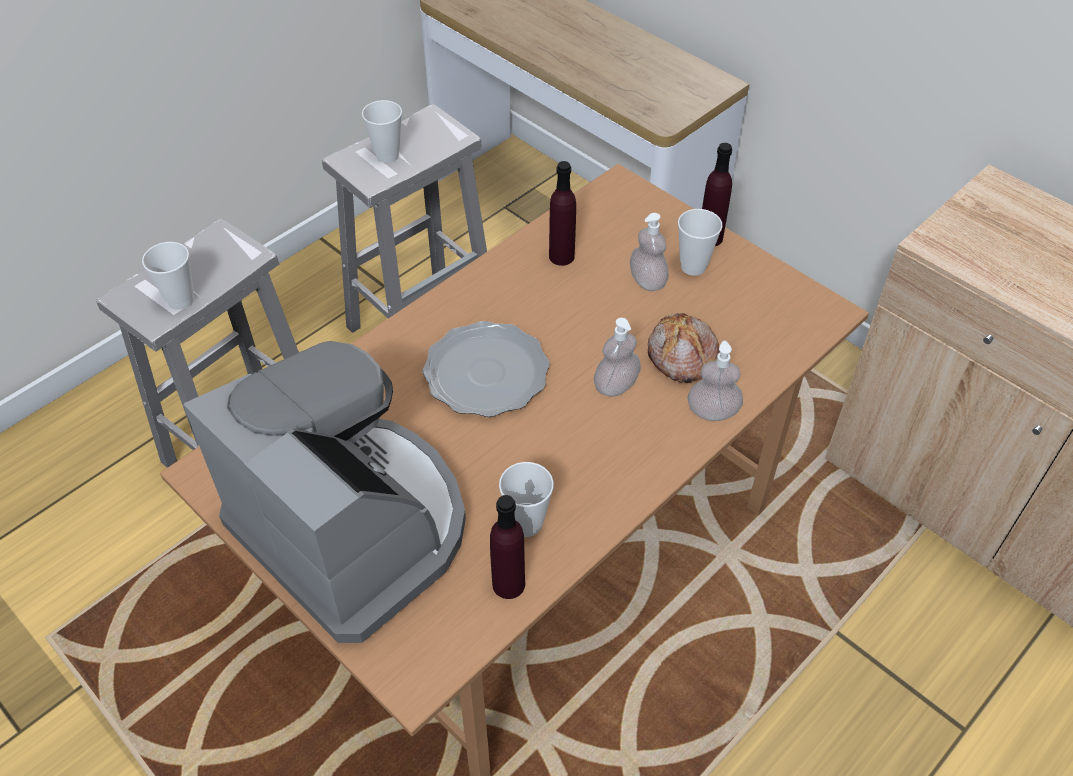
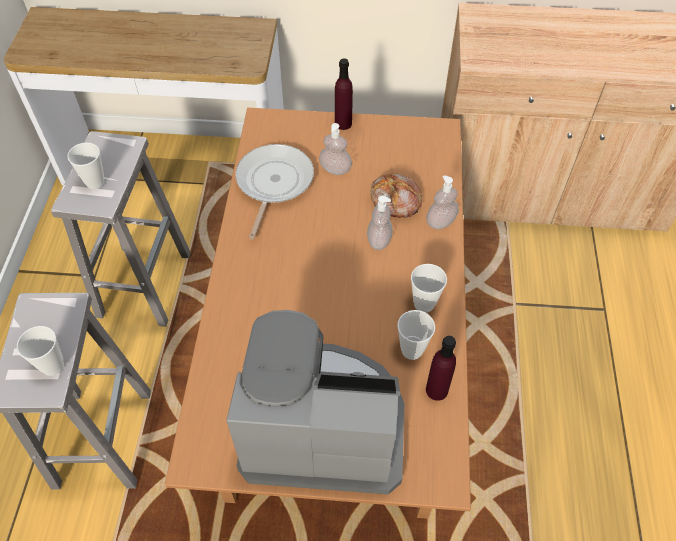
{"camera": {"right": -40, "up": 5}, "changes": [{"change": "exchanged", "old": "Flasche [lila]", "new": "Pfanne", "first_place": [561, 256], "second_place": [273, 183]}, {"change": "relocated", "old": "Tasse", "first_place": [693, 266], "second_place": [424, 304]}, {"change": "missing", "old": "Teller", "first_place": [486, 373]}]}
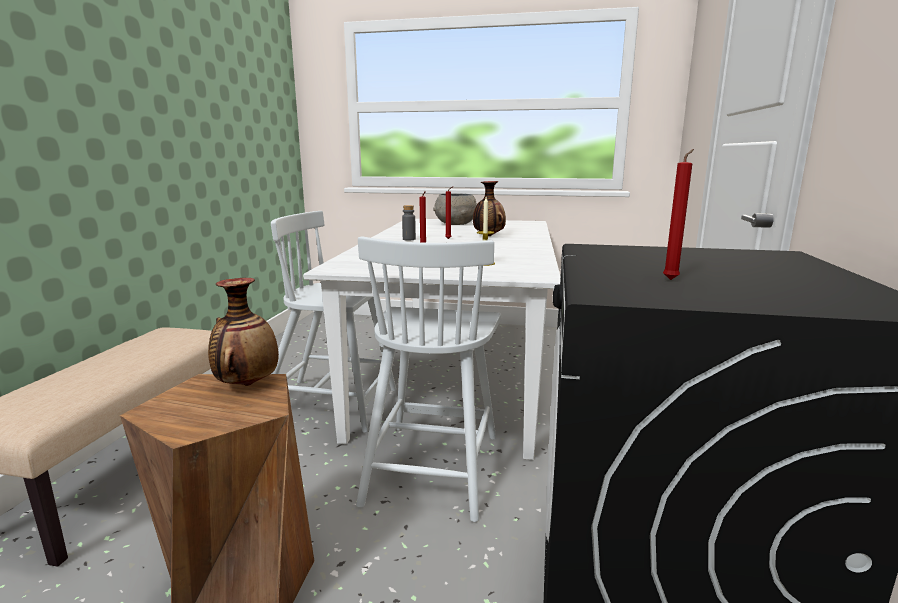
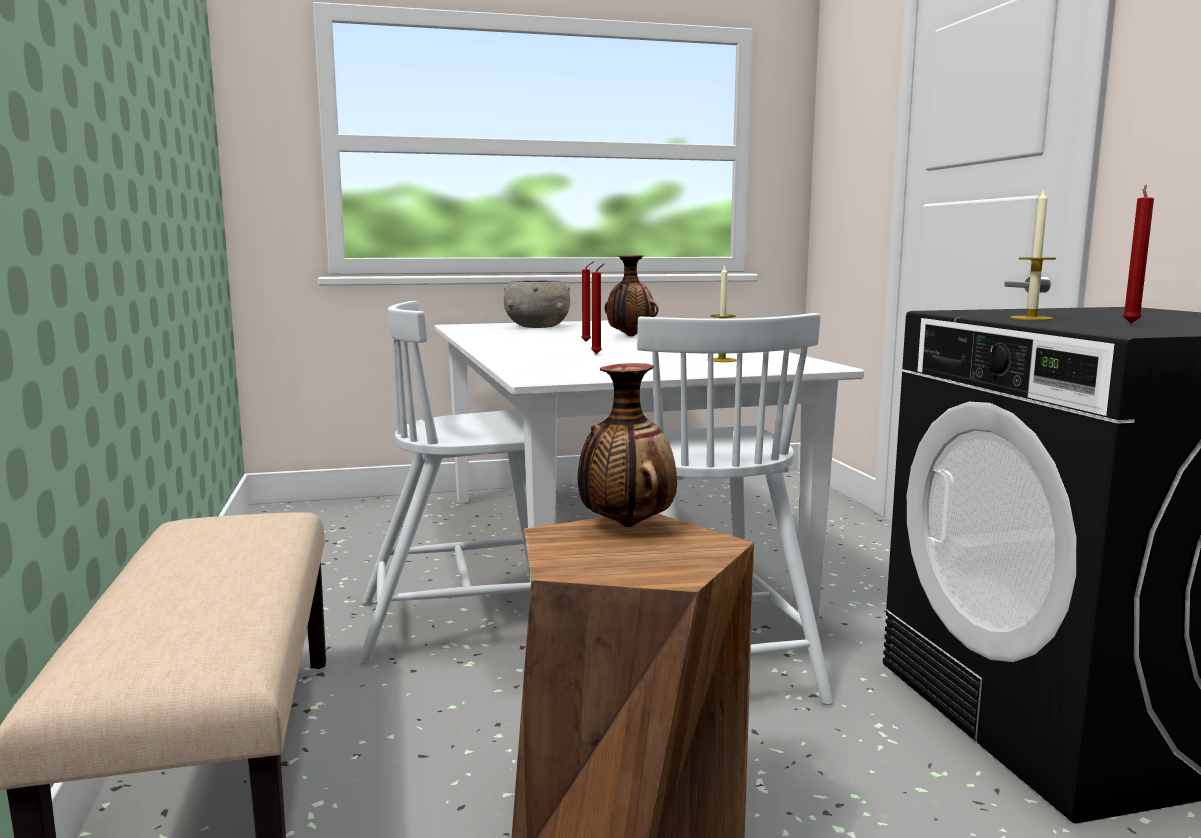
{"camera": {"right": -25, "up": -5}, "changes": [{"change": "missing", "old": "Flasche [grau]", "first_place": [409, 239]}, {"change": "appeared", "new": "Kerze", "second_place": [1031, 318]}]}
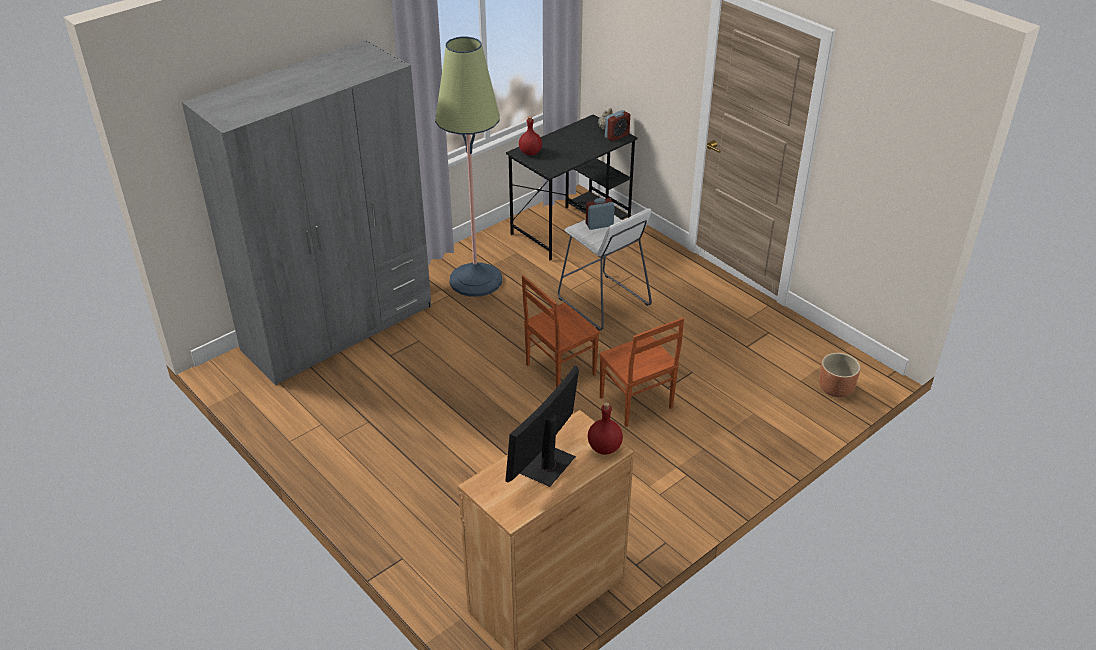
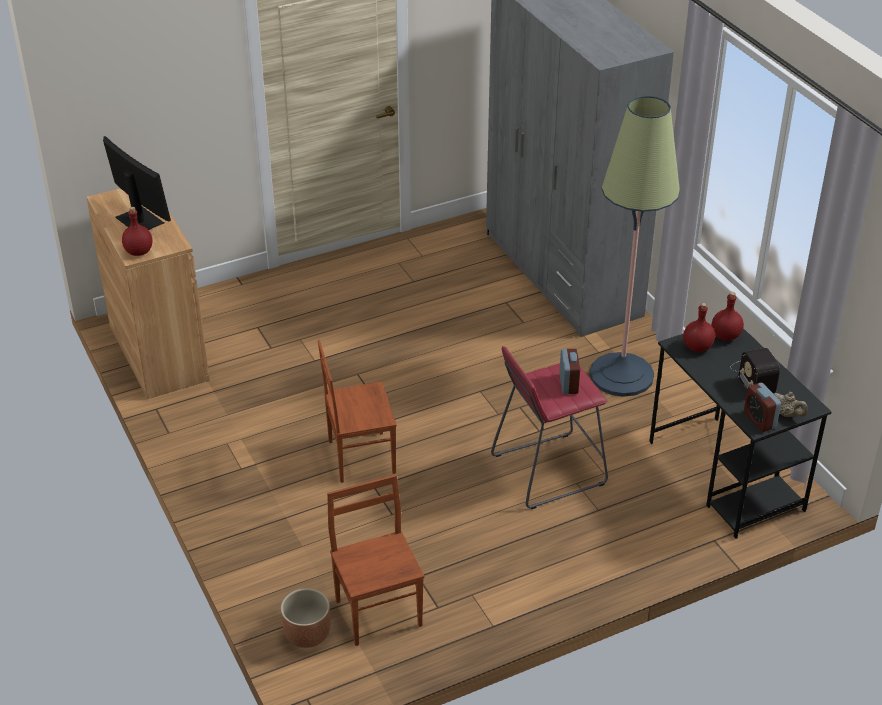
{"camera": {"right": 105, "up": 0}, "changes": [{"change": "colour", "old": "Hocker [weiß]", "new": "Hocker [rot]", "first_place": [603, 302], "second_place": [548, 470]}, {"change": "relocated", "old": "Stuhl [braun]", "first_place": [559, 369], "second_place": [379, 611]}, {"change": "appeared", "new": "Flasche [rot]", "second_place": [698, 347]}, {"change": "appeared", "new": "Radio", "second_place": [753, 377]}]}
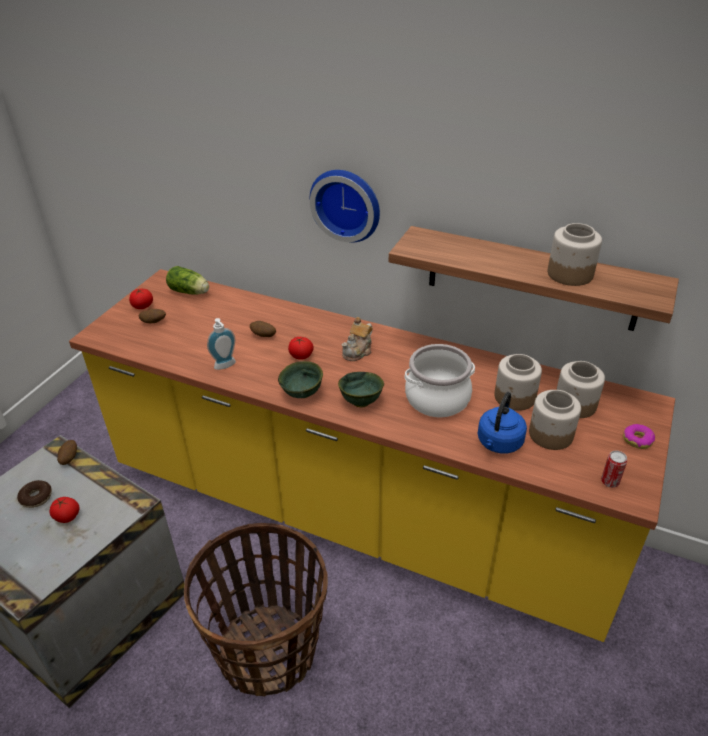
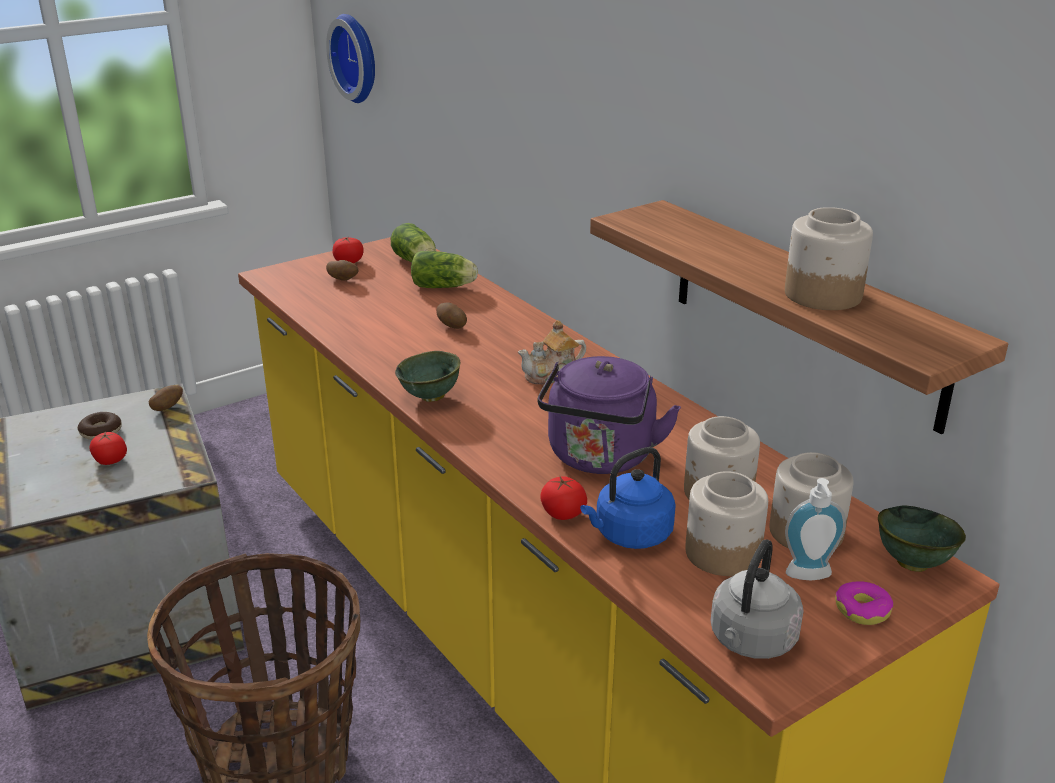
{"camera": {"right": 30, "up": -10}, "changes": [{"change": "relocated", "old": "Wanduhr", "first_place": [347, 204], "second_place": [358, 58]}, {"change": "relocated", "old": "Seifenspender", "first_place": [226, 366], "second_place": [809, 577]}, {"change": "relocated", "old": "Tomate", "first_place": [301, 356], "second_place": [562, 514]}, {"change": "exchanged", "old": "Kochtopf", "new": "Wasserkessel [lila]", "first_place": [437, 399], "second_place": [600, 458]}, {"change": "relocated", "old": "Schüssel [grün]", "first_place": [360, 402], "second_place": [911, 562]}, {"change": "exchanged", "old": "Dose", "new": "Wasserkessel [grau]", "first_place": [609, 482], "second_place": [751, 641]}, {"change": "appeared", "new": "Salatkopf", "second_place": [445, 287]}]}
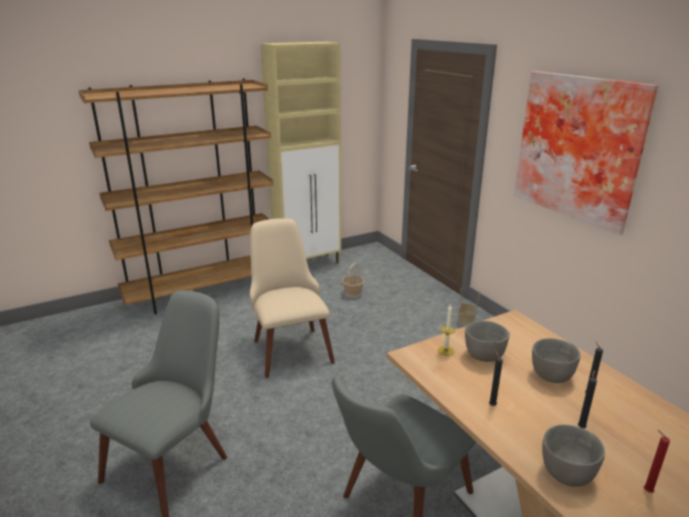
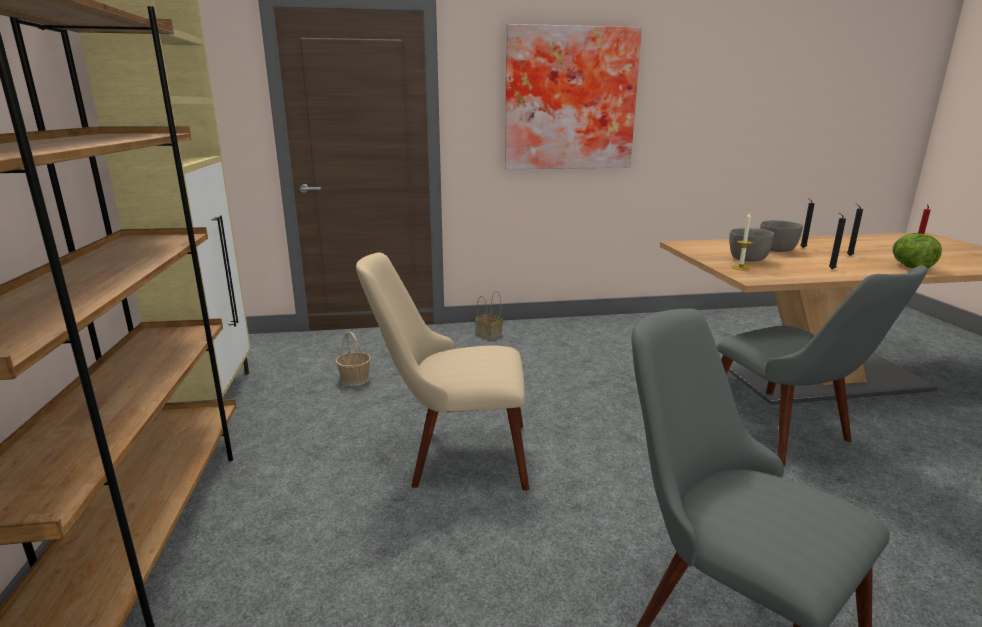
{"camera": {"right": -70, "up": -5}, "changes": [{"change": "exchanged", "old": "Schüssel [grau]", "new": "Salatkopf", "first_place": [566, 473], "second_place": [910, 267]}]}
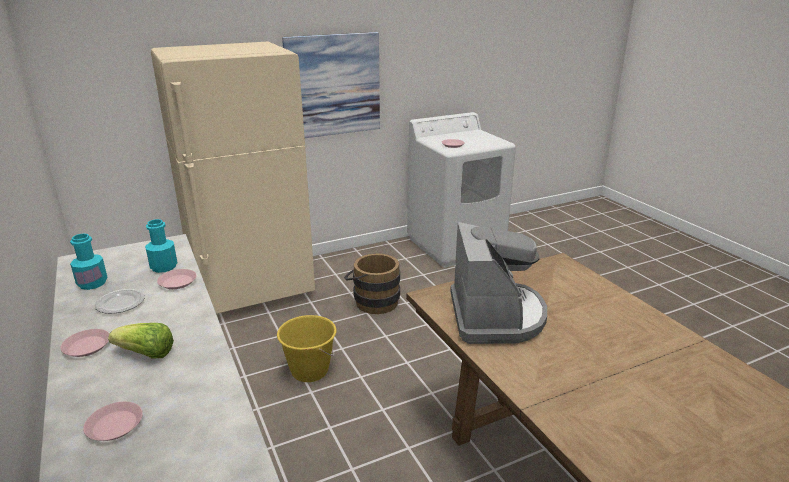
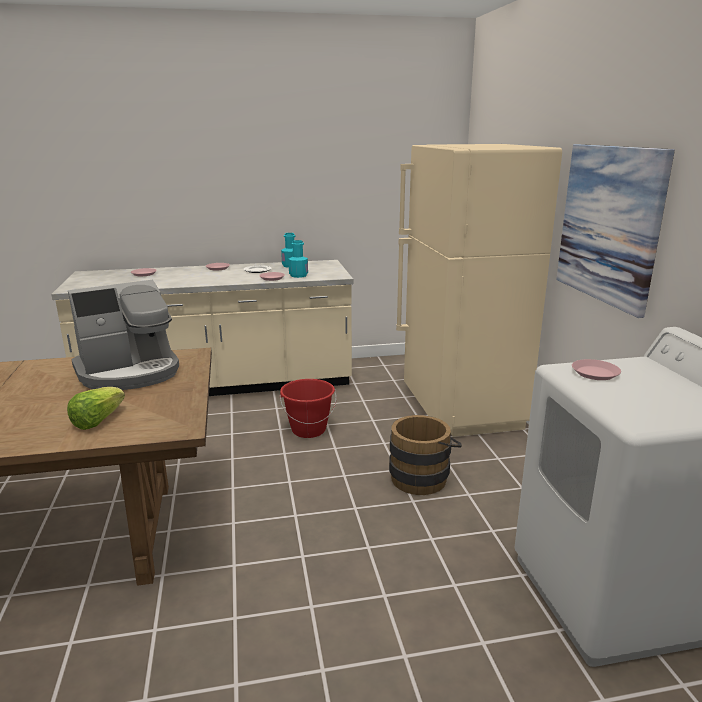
{"camera": {"right": 105, "up": -5}, "changes": [{"change": "spun", "old": "Kaffeemaschine", "first_place": [496, 316], "second_place": [129, 372], "degrees": -45}, {"change": "colour", "old": "Eimer [gelb]", "new": "Eimer [rot]", "first_place": [309, 371], "second_place": [308, 430]}, {"change": "relocated", "old": "Salatkopf", "first_place": [146, 354], "second_place": [97, 421]}]}
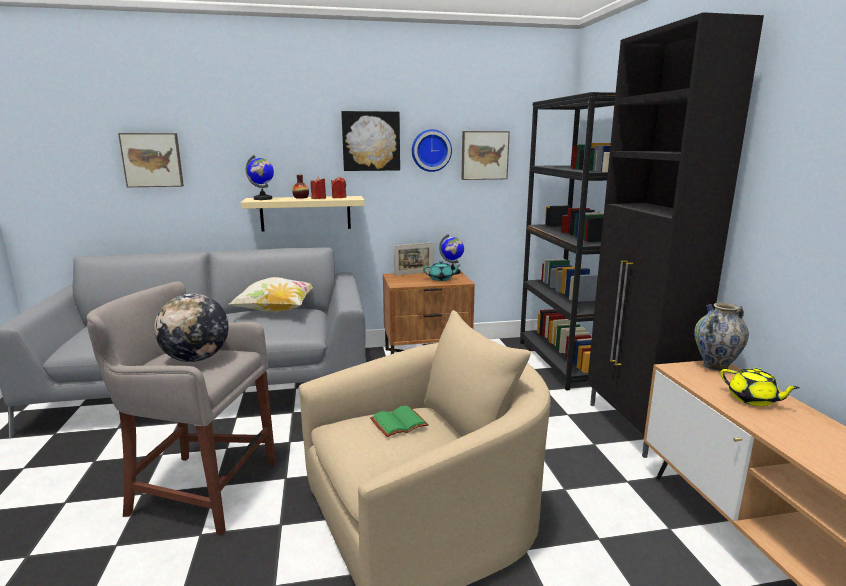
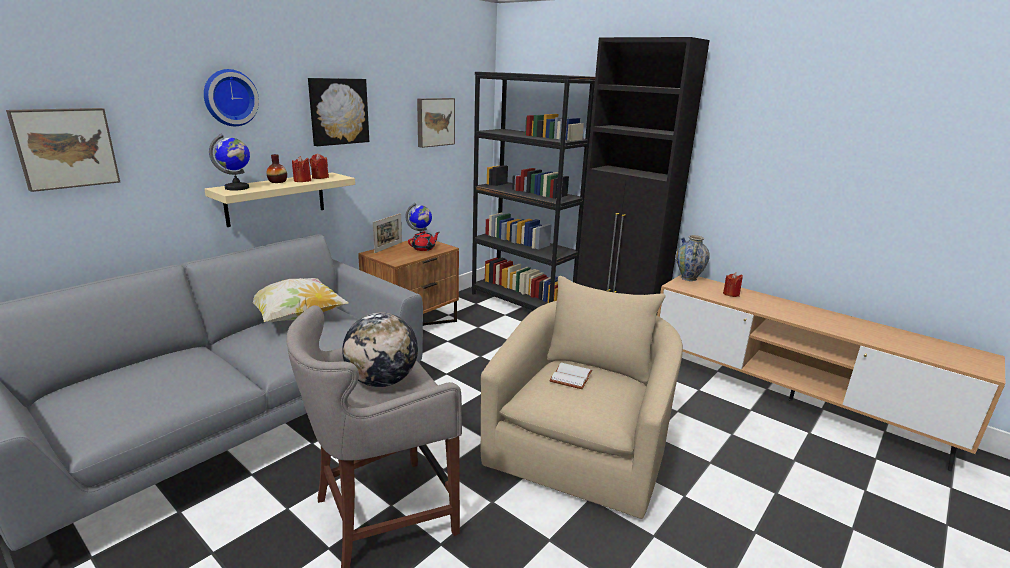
{"camera": {"right": -40, "up": 5}, "changes": [{"change": "relocated", "old": "Wanduhr", "first_place": [431, 150], "second_place": [229, 97]}, {"change": "colour", "old": "Teekanne [türkis]", "new": "Teekanne [rot]", "first_place": [441, 279], "second_place": [424, 248]}, {"change": "exchanged", "old": "Teekanne [gelb]", "new": "Kerze [rot]", "first_place": [753, 400], "second_place": [731, 294]}, {"change": "colour", "old": "Buch [grün]", "new": "Buch [weiß]", "first_place": [399, 424], "second_place": [572, 378]}]}
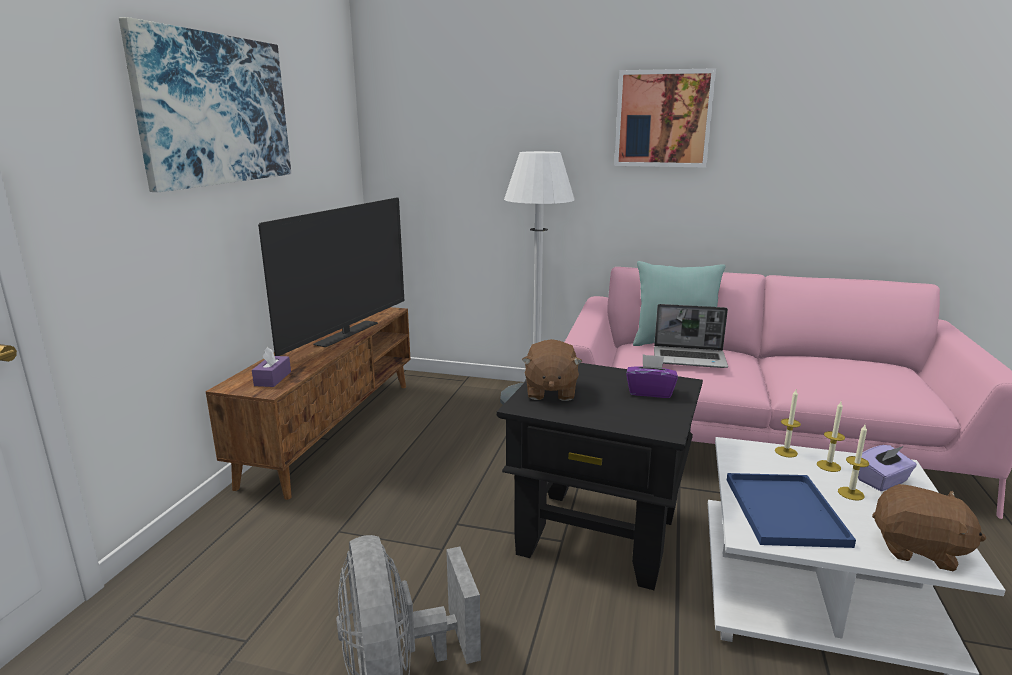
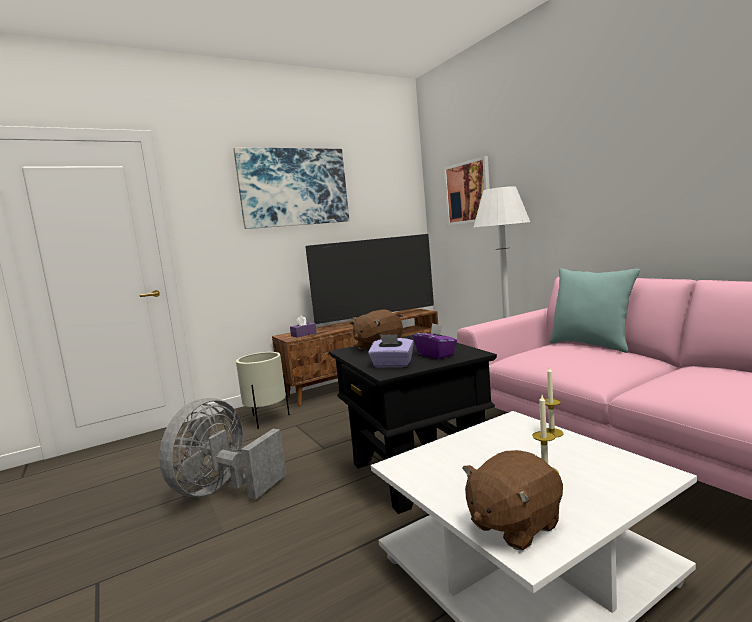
{"camera": {"right": 45, "up": -10}, "changes": [{"change": "relocated", "old": "Bild", "first_place": [663, 119], "second_place": [468, 192]}, {"change": "missing", "old": "Laptop", "first_place": [690, 358]}, {"change": "missing", "old": "Kerze", "first_place": [828, 466]}, {"change": "relocated", "old": "Taschentuchbox [lila]", "first_place": [882, 481], "second_place": [392, 365]}, {"change": "missing", "old": "Tablett [blau]", "first_place": [782, 509]}, {"change": "spun", "old": "Plüschtier [braun]", "first_place": [918, 550], "second_place": [513, 524], "degrees": 75}, {"change": "appeared", "new": "Pflanzkübel [beige]", "second_place": [267, 419]}]}
